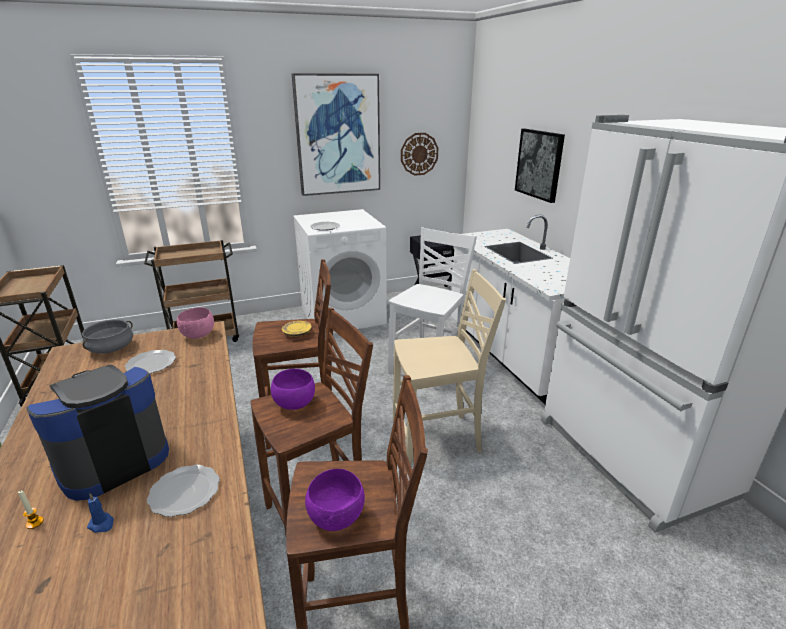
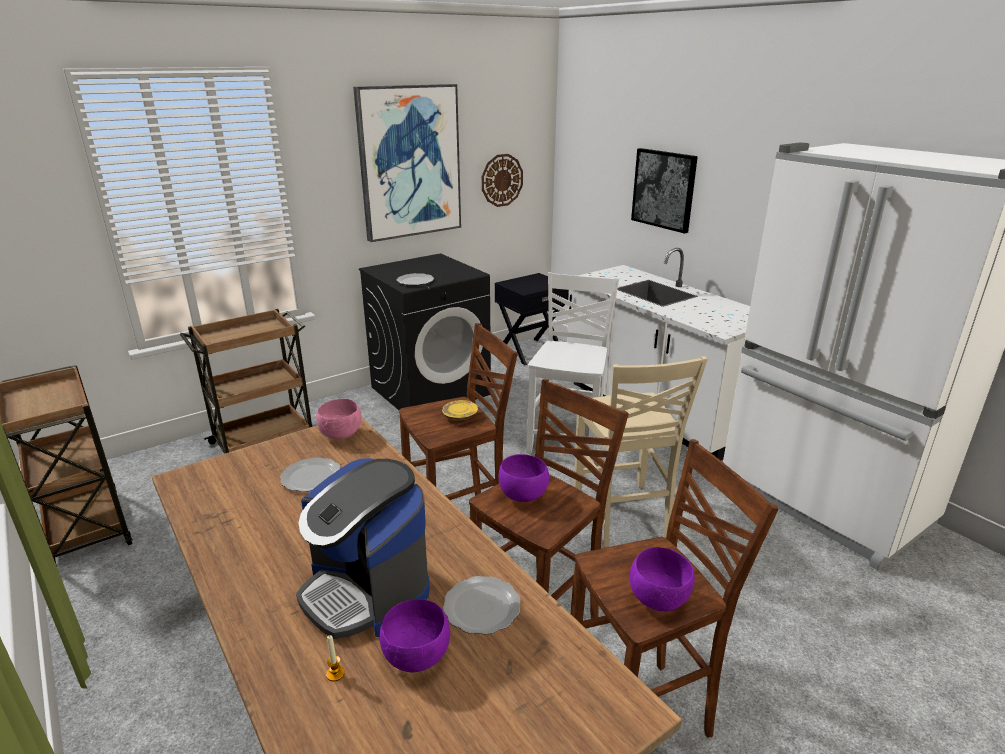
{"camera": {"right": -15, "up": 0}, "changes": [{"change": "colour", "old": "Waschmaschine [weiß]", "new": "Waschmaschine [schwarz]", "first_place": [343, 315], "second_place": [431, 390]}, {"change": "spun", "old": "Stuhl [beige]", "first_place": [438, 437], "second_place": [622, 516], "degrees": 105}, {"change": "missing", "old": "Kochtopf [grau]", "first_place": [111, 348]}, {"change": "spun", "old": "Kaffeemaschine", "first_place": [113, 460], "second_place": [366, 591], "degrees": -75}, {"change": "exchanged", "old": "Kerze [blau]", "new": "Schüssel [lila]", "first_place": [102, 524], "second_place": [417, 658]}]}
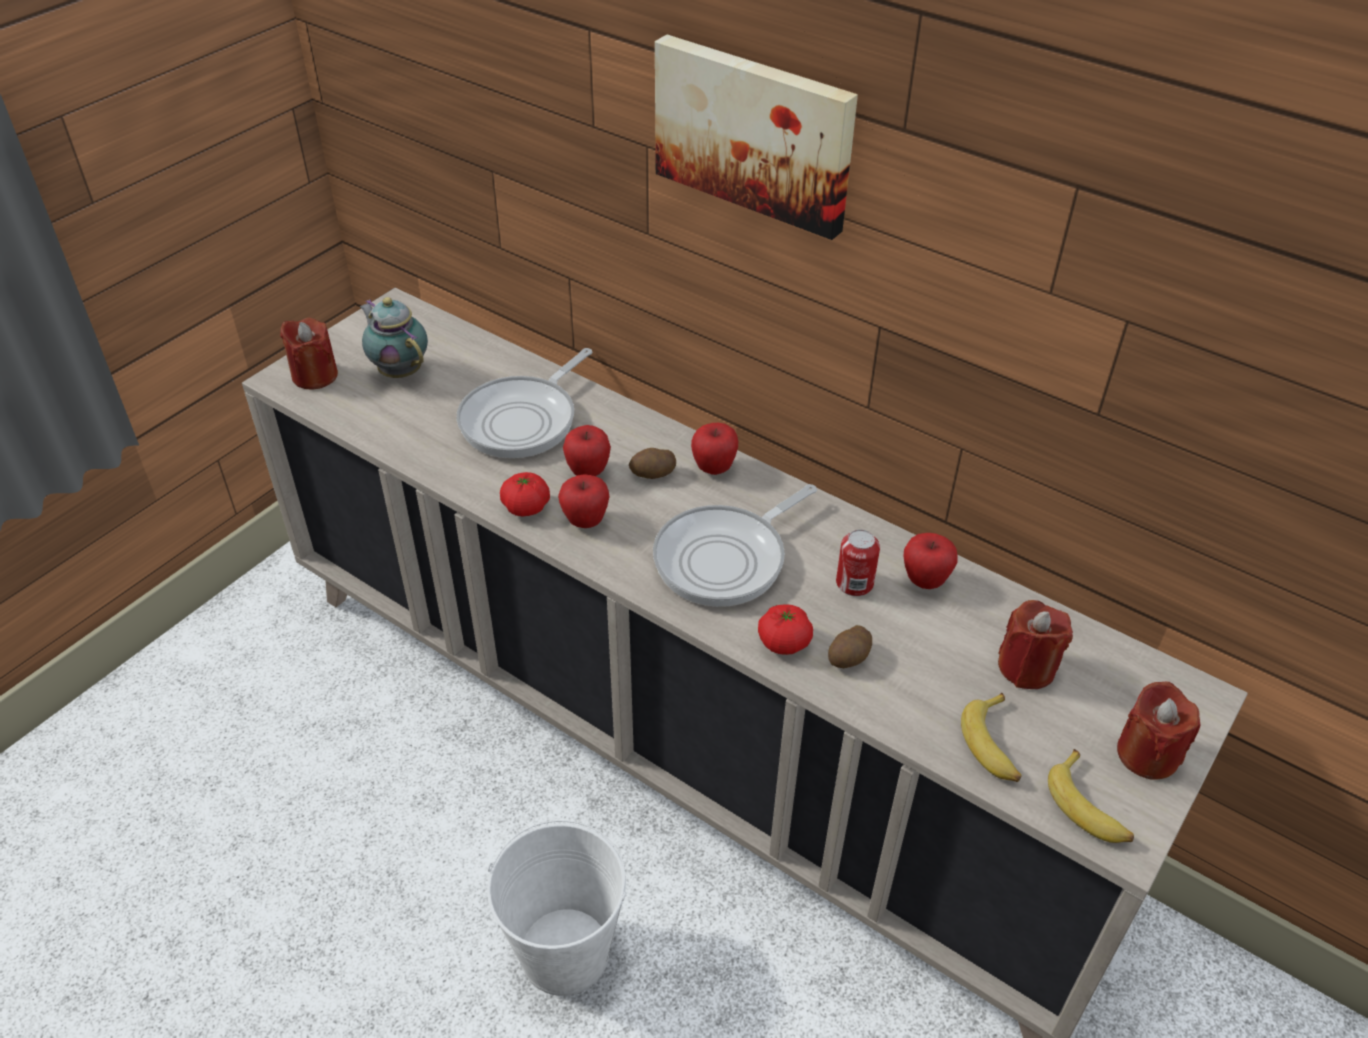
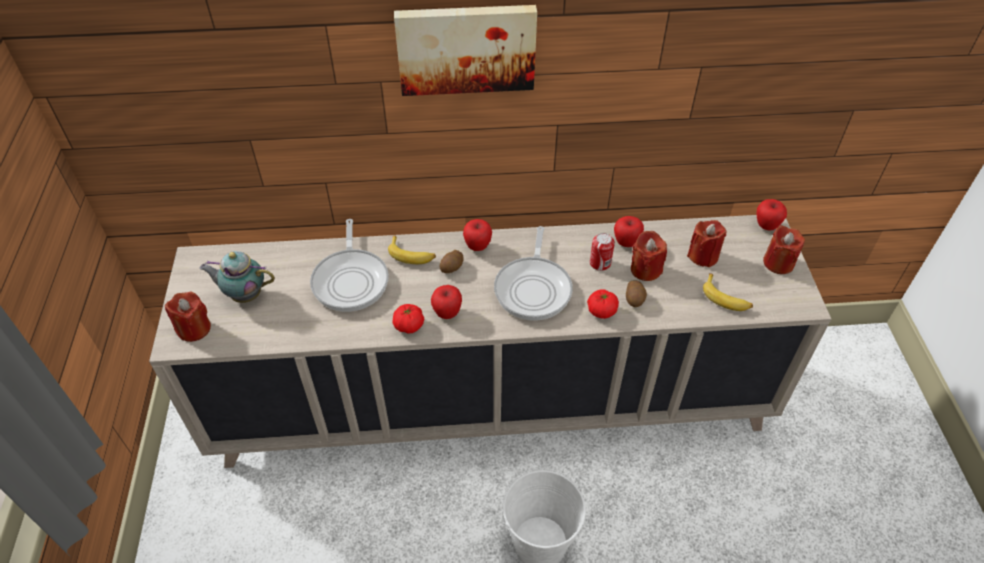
{"camera": {"right": -40, "up": 5}, "changes": [{"change": "relocated", "old": "Apfel", "first_place": [588, 471], "second_place": [766, 226]}, {"change": "relocated", "old": "Banane", "first_place": [1089, 807], "second_place": [411, 255]}, {"change": "appeared", "new": "Kerze [rot]", "second_place": [645, 269]}]}
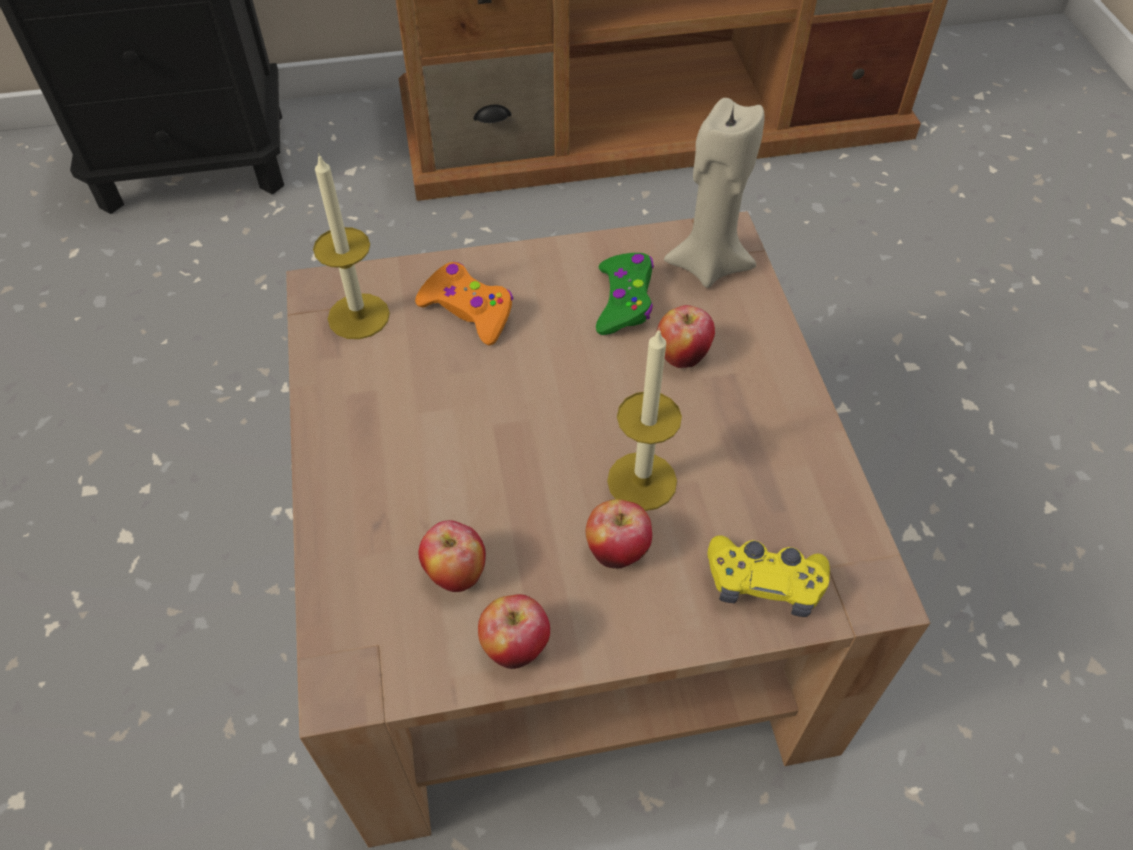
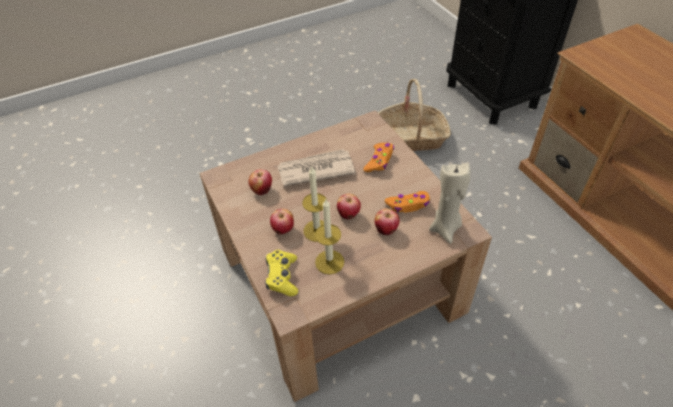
{"camera": {"right": 75, "up": -5}, "changes": [{"change": "relocated", "old": "Kerze", "first_place": [358, 316], "second_place": [329, 262]}, {"change": "colour", "old": "Gamepad [grün]", "new": "Gamepad [orange]", "first_place": [624, 301], "second_place": [408, 205]}, {"change": "relocated", "old": "Apfel", "first_place": [515, 647], "second_place": [348, 215]}, {"change": "appeared", "new": "Korb", "second_place": [410, 138]}, {"change": "appeared", "new": "Zeitung", "second_place": [315, 170]}]}
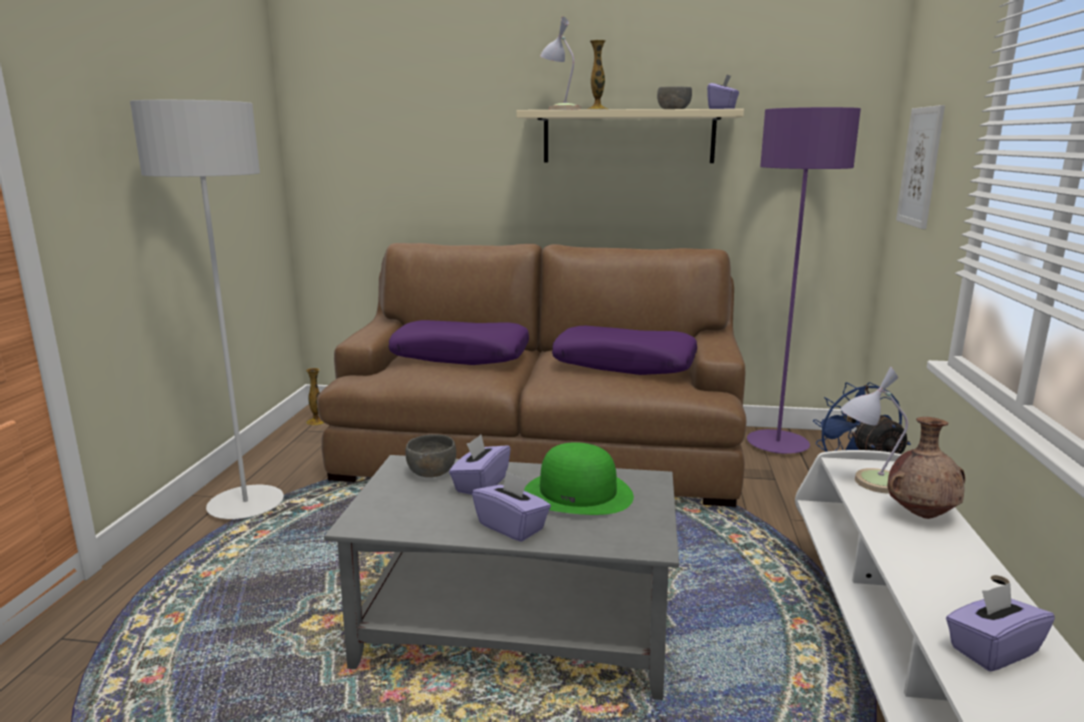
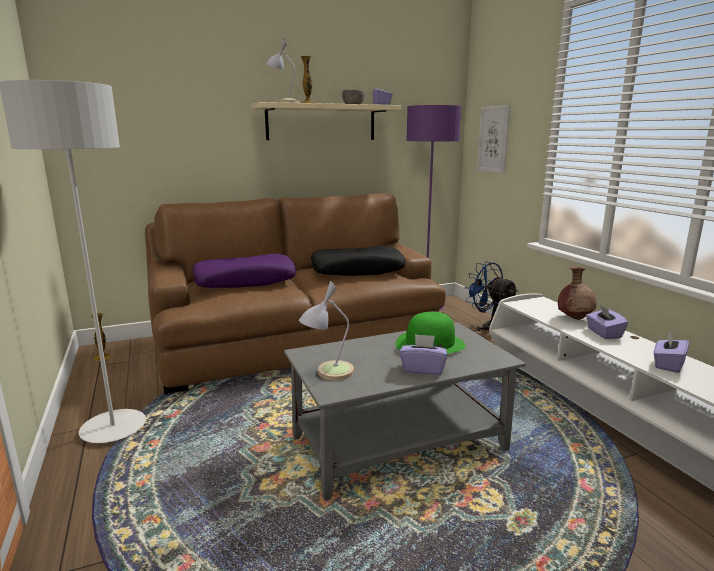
{"camera": {"right": -30, "up": 0}, "changes": [{"change": "colour", "old": "Kissen [lila]", "new": "Kissen [schwarz]", "first_place": [624, 364], "second_place": [357, 270]}, {"change": "relocated", "old": "Tischlampe", "first_place": [868, 482], "second_place": [327, 373]}, {"change": "missing", "old": "Schüssel [grau]", "first_place": [431, 472]}, {"change": "relocated", "old": "Taschentuchbox [lila]", "first_place": [480, 484], "second_place": [603, 333]}]}
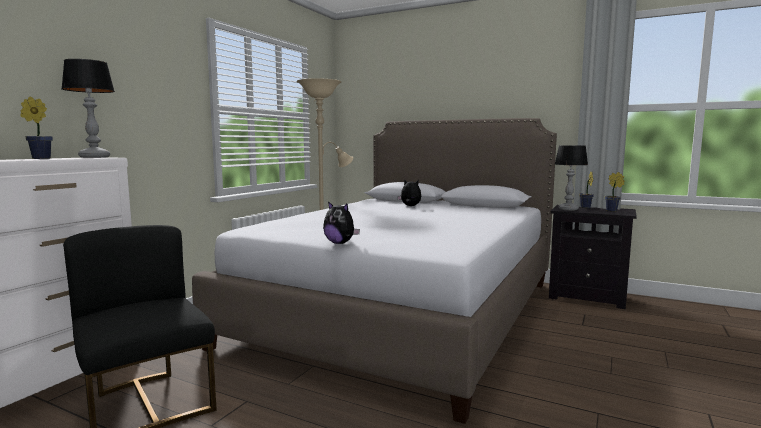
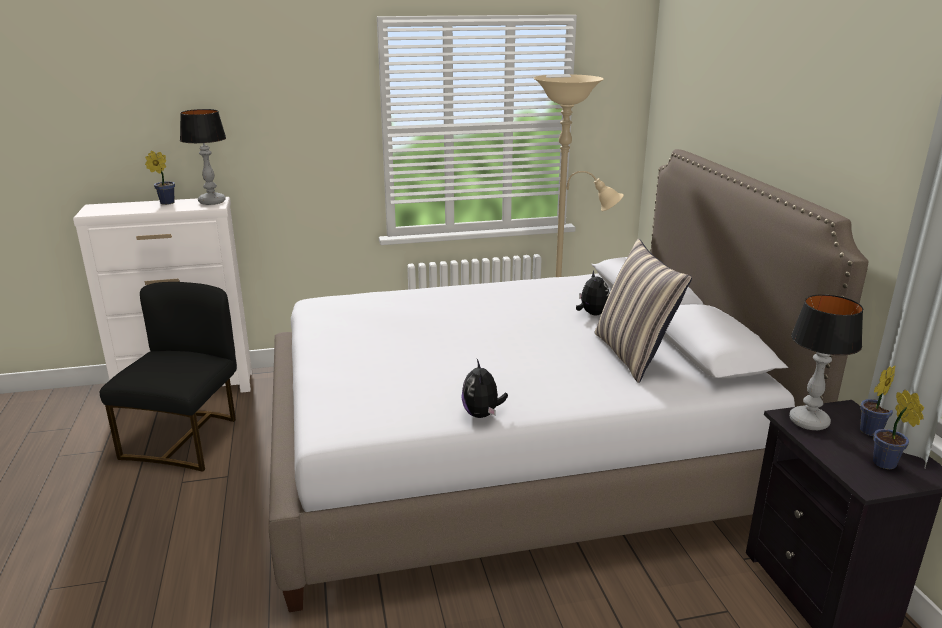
{"camera": {"right": 50, "up": 15}, "changes": [{"change": "relocated", "old": "Plüschtier", "first_place": [340, 243], "second_place": [482, 415]}, {"change": "appeared", "new": "Kissen", "second_place": [633, 355]}]}
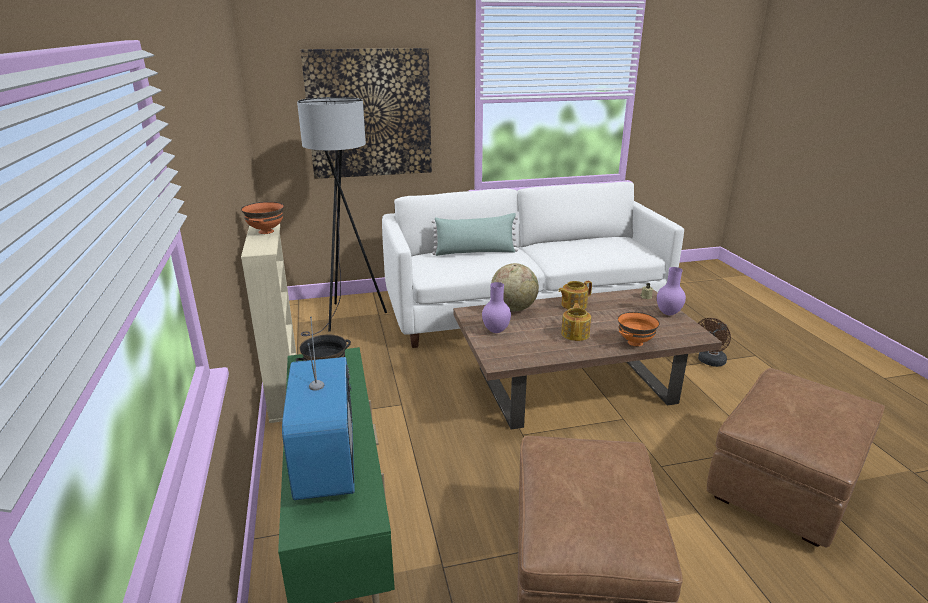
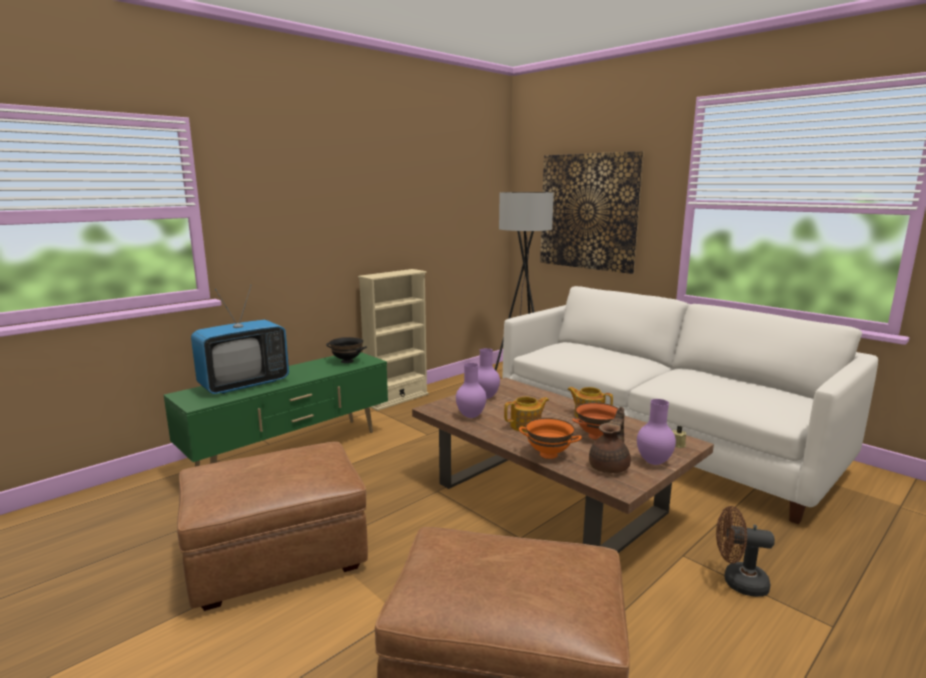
{"camera": {"right": 60, "up": -10}, "changes": [{"change": "relocated", "old": "Schüssel [orange]", "first_place": [266, 231], "second_place": [596, 436]}, {"change": "missing", "old": "Kissen [grün]", "first_place": [475, 252]}, {"change": "missing", "old": "Globus", "first_place": [513, 308]}, {"change": "appeared", "new": "Vase [lila]", "second_place": [471, 416]}, {"change": "appeared", "new": "Teekanne [braun]", "second_place": [610, 466]}]}
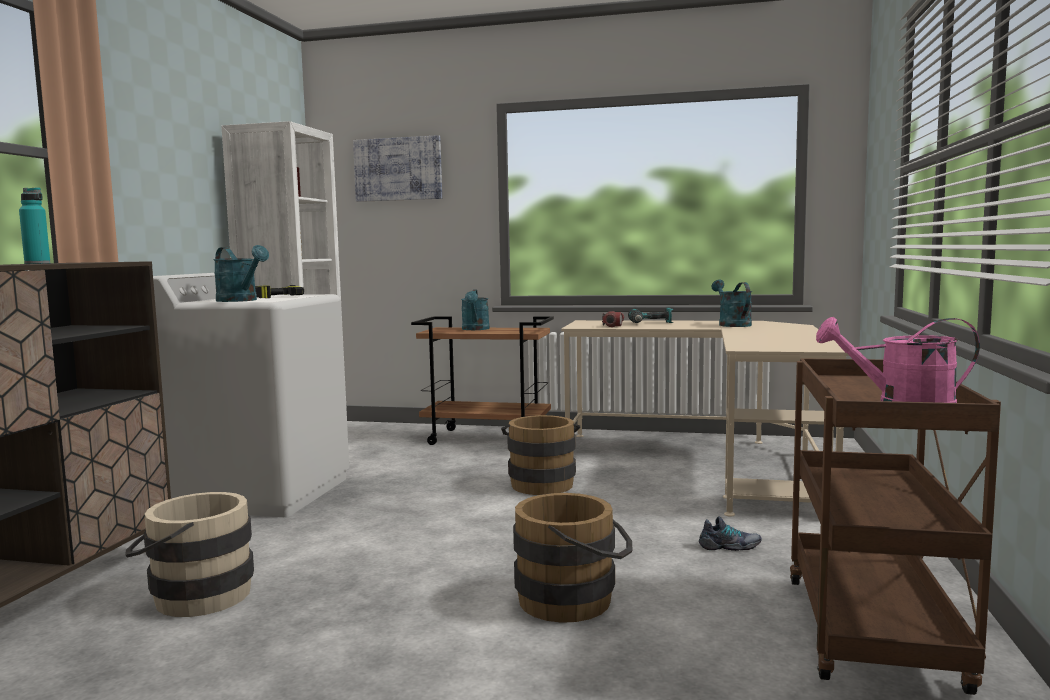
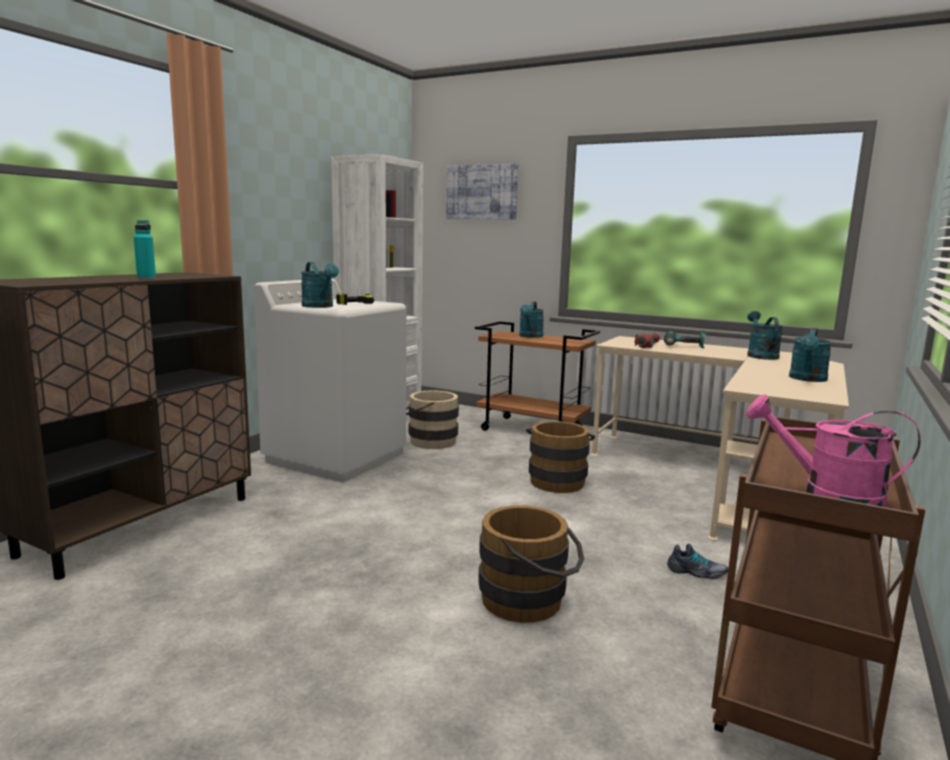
{"camera": {"right": 15, "up": 5}, "changes": [{"change": "relocated", "old": "Eimer [beige]", "first_place": [193, 597], "second_place": [428, 441]}, {"change": "appeared", "new": "Gießkanne [türkis]", "second_place": [807, 379]}]}
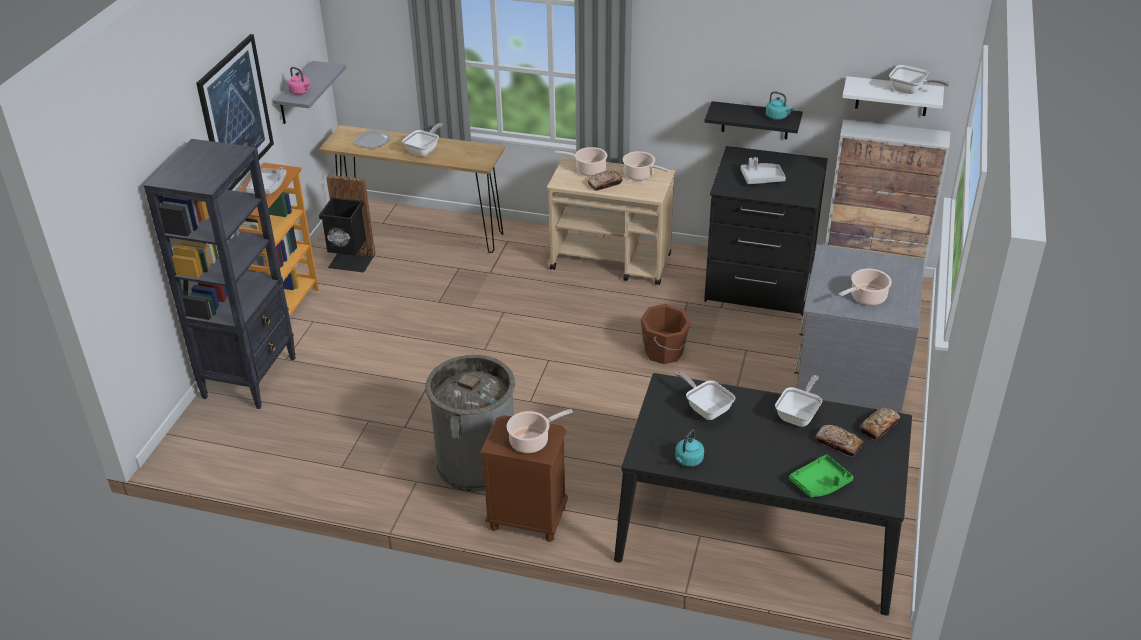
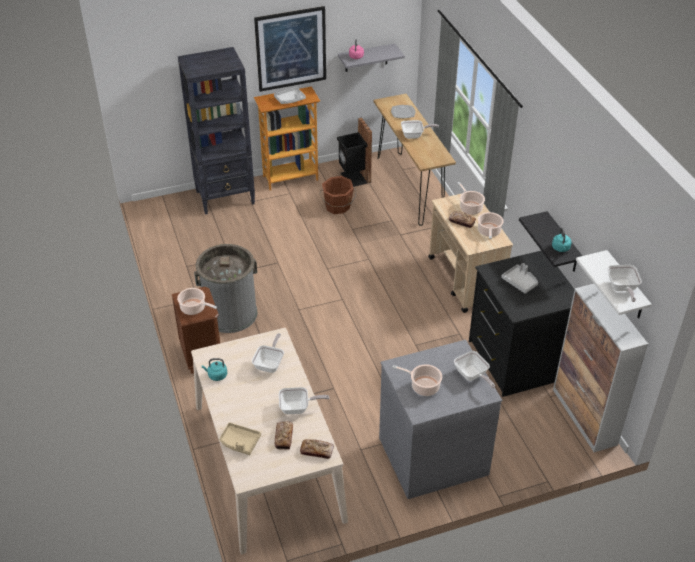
{"camera": {"right": 55, "up": 5}, "changes": [{"change": "relocated", "old": "Eimer [braun]", "first_place": [664, 352], "second_place": [337, 206]}, {"change": "colour", "old": "Esstisch [schwarz]", "new": "Esstisch [beige]", "first_place": [759, 531], "second_place": [268, 461]}, {"change": "colour", "old": "Tablett [grün]", "new": "Tablett [beige]", "first_place": [820, 483], "second_place": [240, 442]}, {"change": "appeared", "new": "Pfanne", "second_place": [472, 376]}]}
